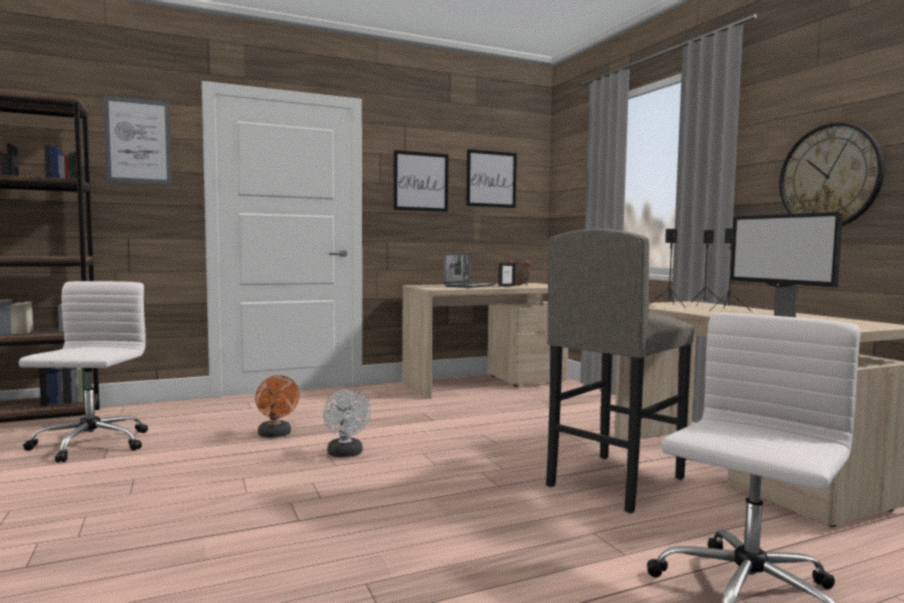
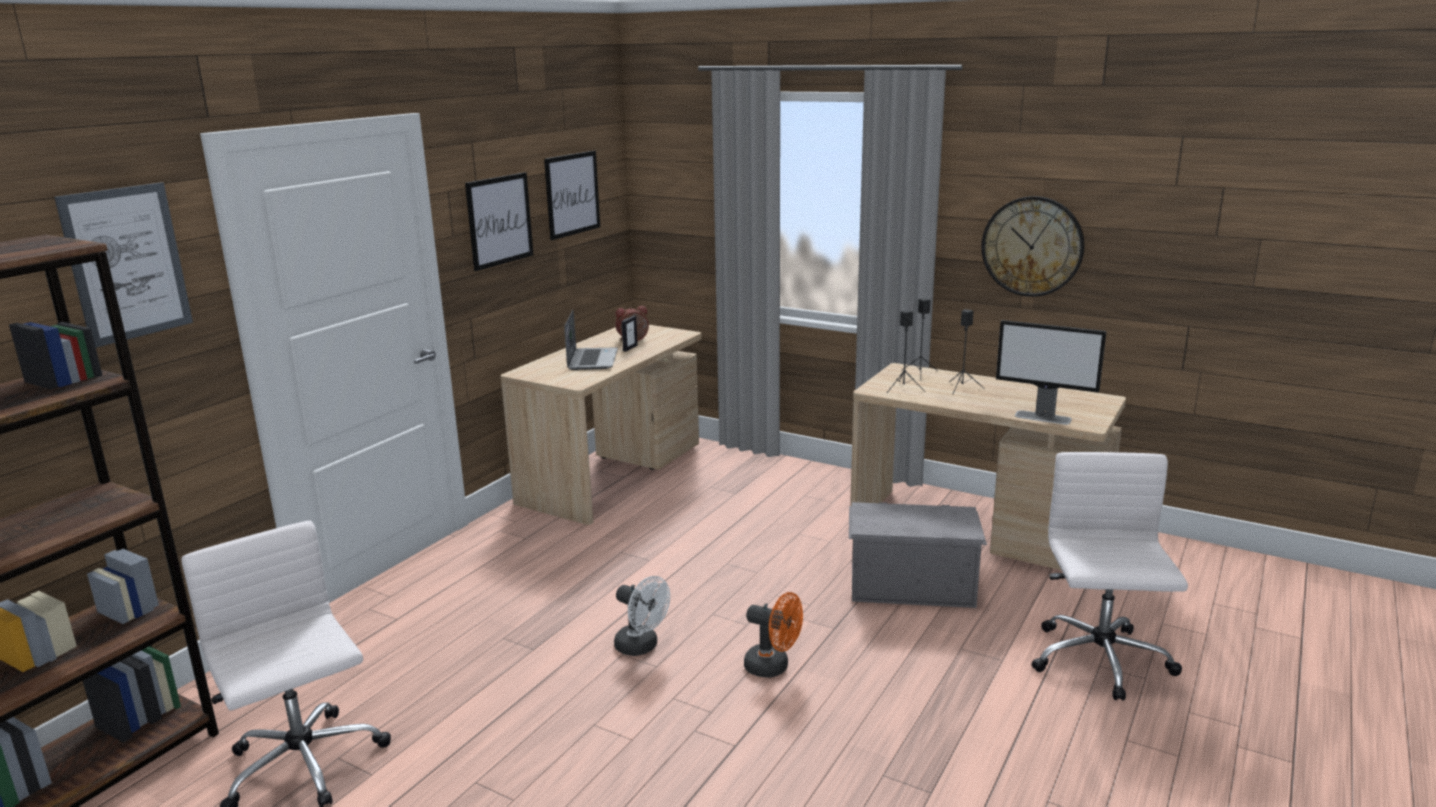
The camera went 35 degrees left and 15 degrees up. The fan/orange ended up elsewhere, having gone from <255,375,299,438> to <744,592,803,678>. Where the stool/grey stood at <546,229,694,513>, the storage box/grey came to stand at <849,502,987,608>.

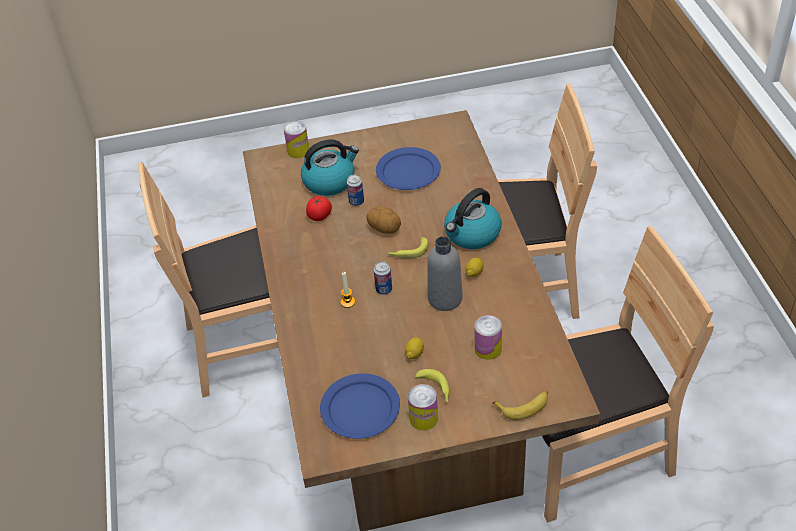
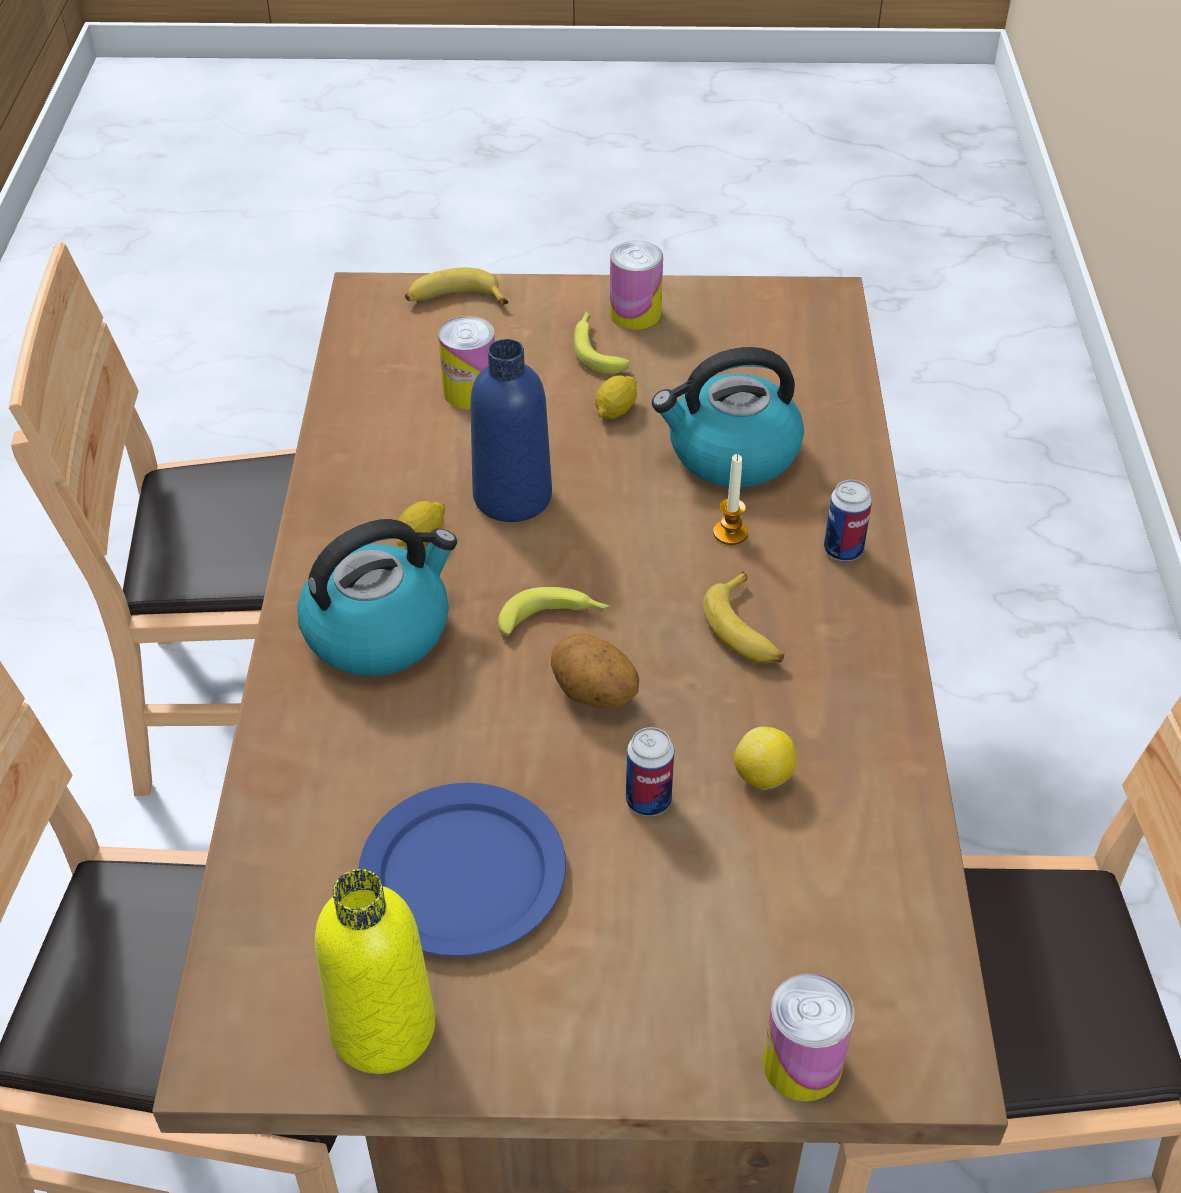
The camera went 170 degrees left and 0 degrees up. The second view gained the bottle/yellow at <315,869,435,1074>. What was the bottle/grey at <427,236,463,311> turned into the bottle/blue at <470,339,552,522>. The kettle ended up elsewhere, having gone from <301,139,359,196> to <652,347,804,487>. The second view gained the banana at <703,571,784,663>. Where the tomato stood at <306,196,332,221>, the lemon came to stand at <734,727,796,790>. The can ended up elsewhere, having gone from <374,261,392,295> to <824,480,872,561>. The second view lost the plate/blue at <320,373,400,439>.

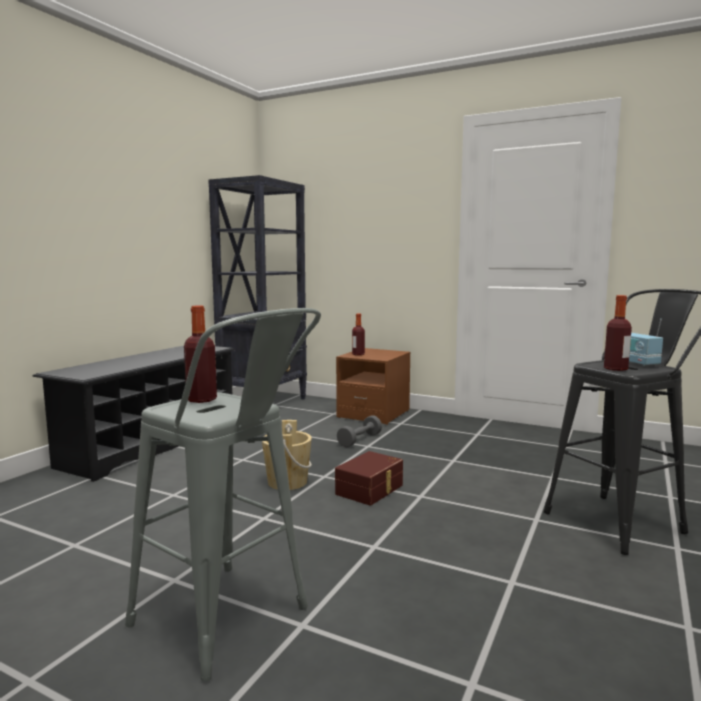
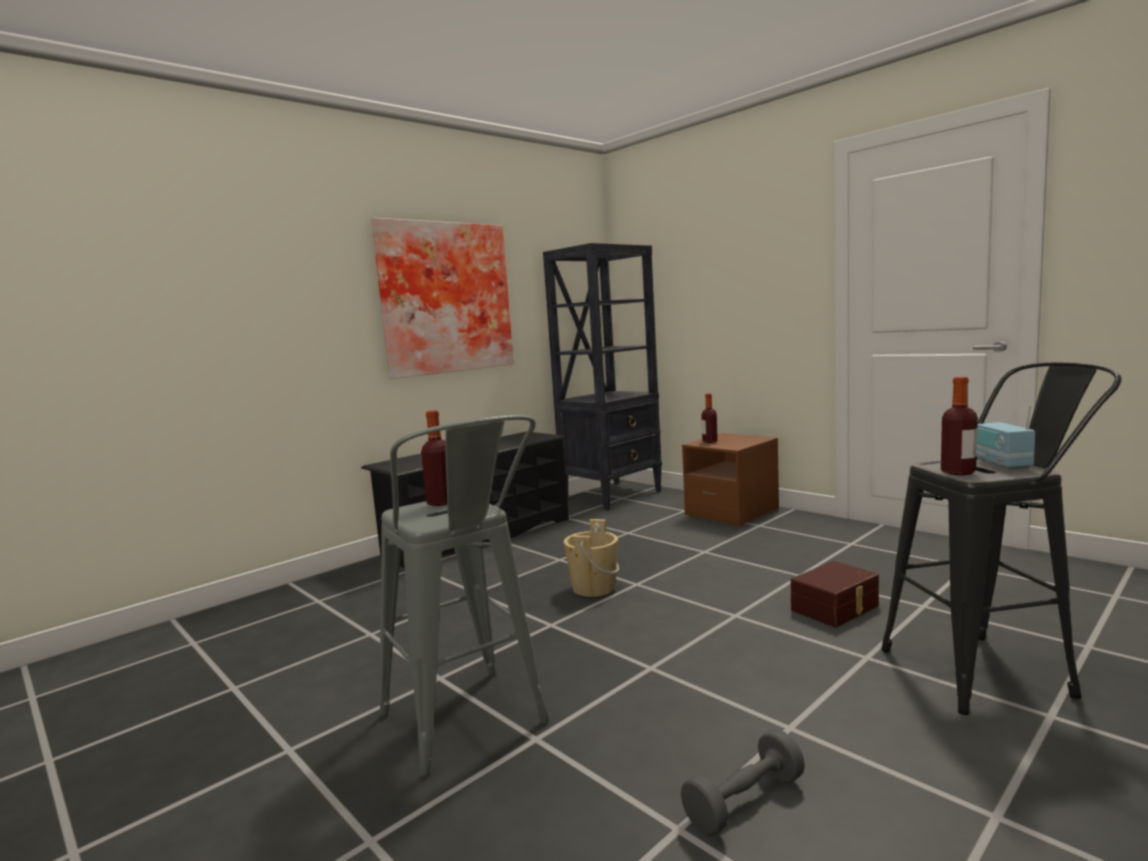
The camera went 20 degrees right and 0 degrees up. The second view gained the picture at <371,218,514,379>. The dumbbell/grey ended up elsewhere, having gone from <337,415,382,447> to <681,729,805,835>. The storage box/brown ended up elsewhere, having gone from <335,451,403,506> to <791,561,879,627>.

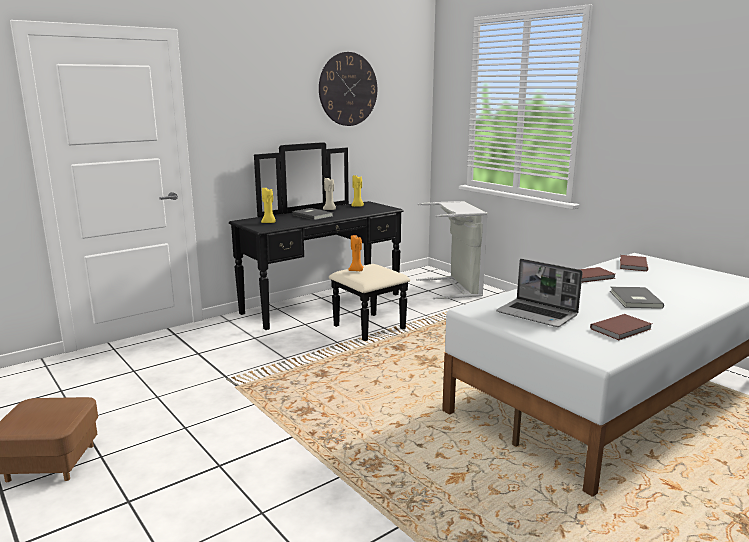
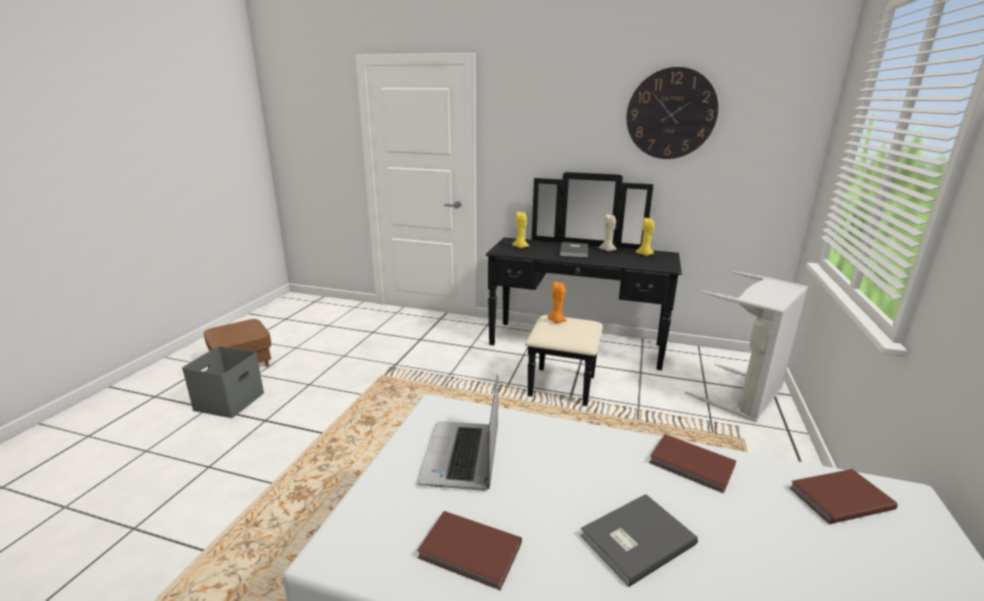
The camera went 55 degrees right and 5 degrees up. The second view gained the storage box/grey at <182,346,264,418>.

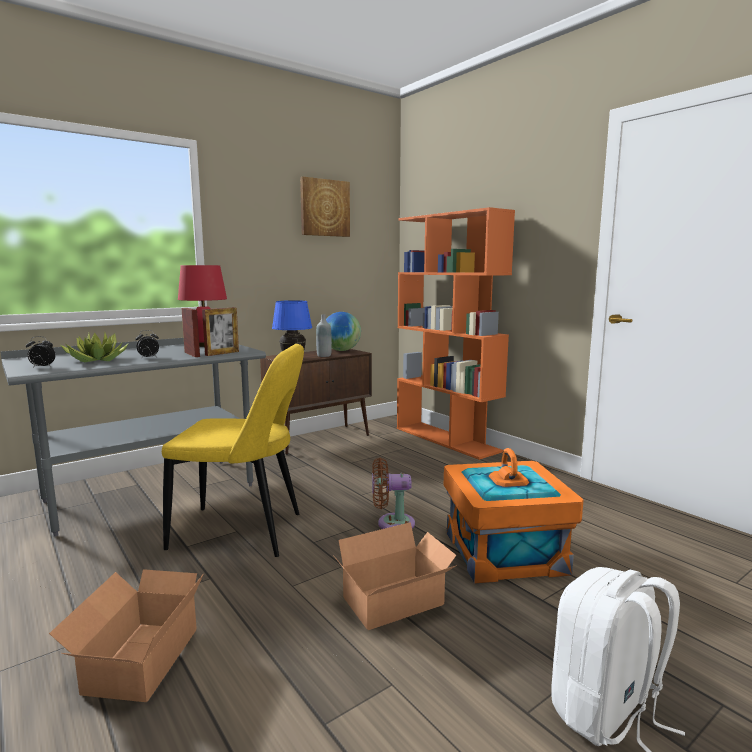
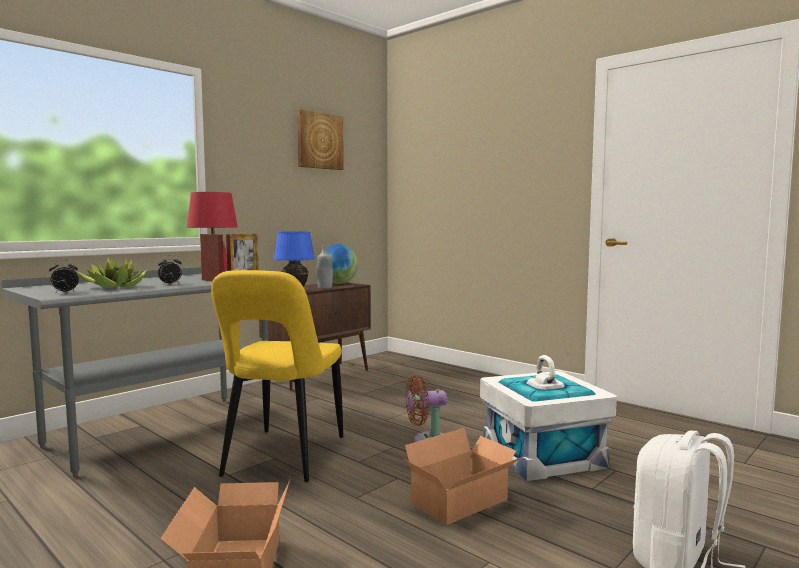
The camera went 10 degrees left and 5 degrees down. The chair/yellow at <162,344,304,557> ended up facing another way, 105 degrees clockwise from before. What was the storage box/orange at <444,448,584,583> turned into the storage box/white at <480,355,617,481>. The second view lost the bookcase/orange at <397,207,515,460>.

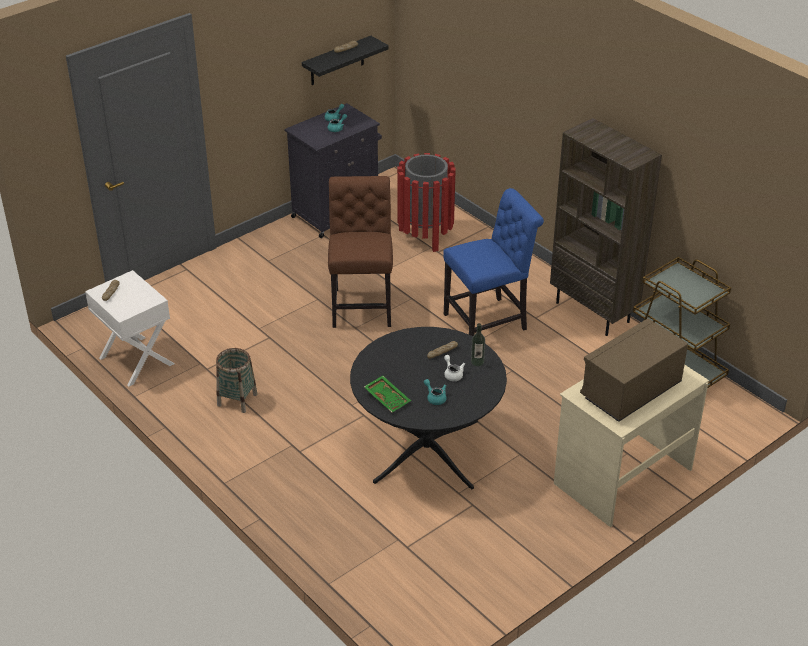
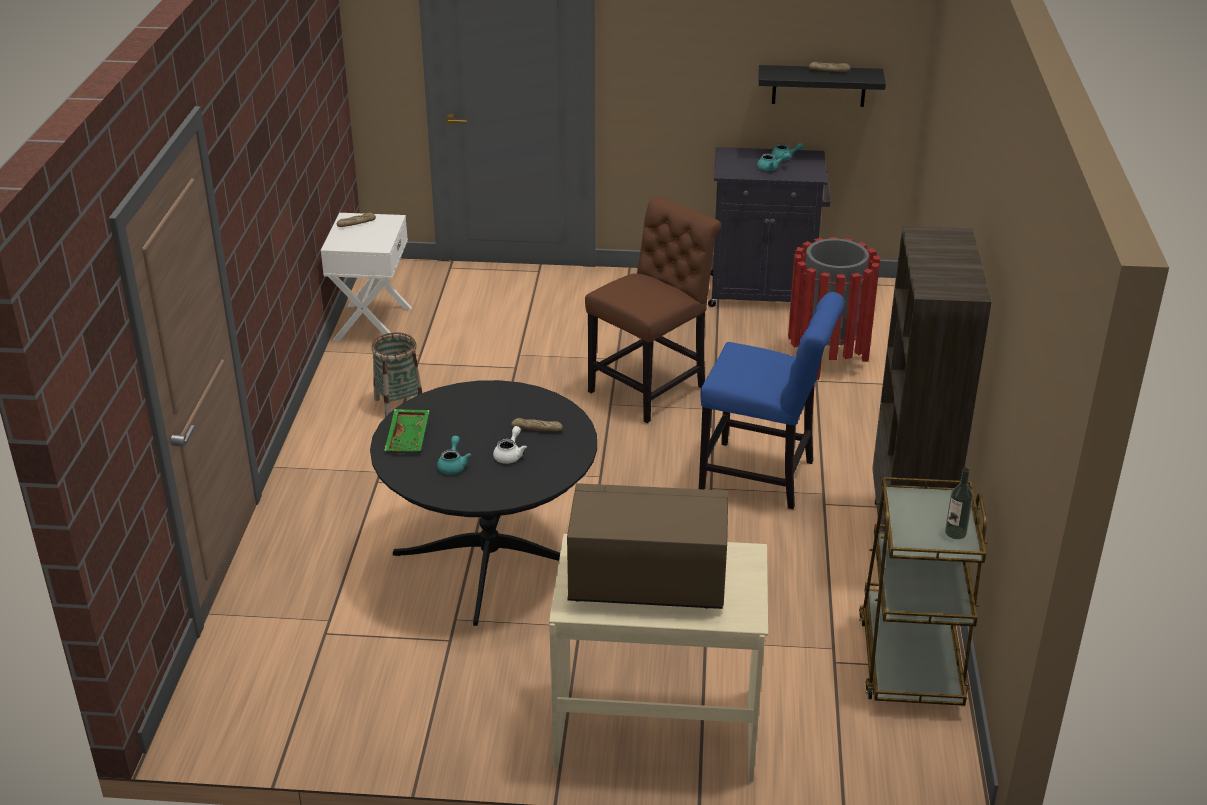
The camera went 45 degrees right and 5 degrees down. The bottle ended up elsewhere, having gone from <471,323,485,366> to <945,468,973,539>.

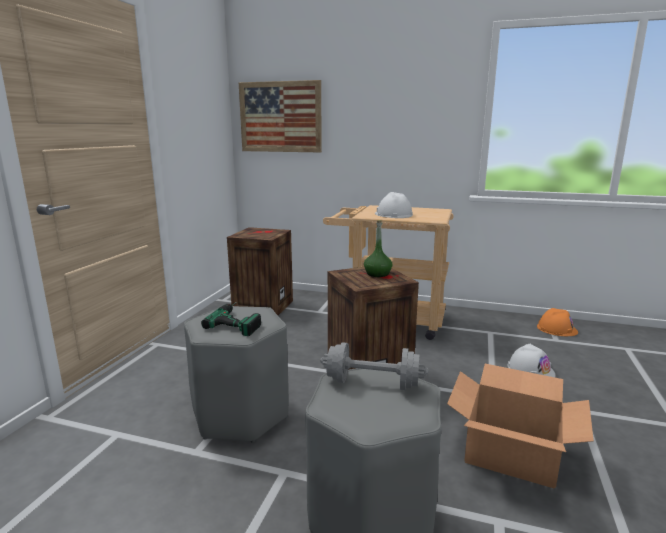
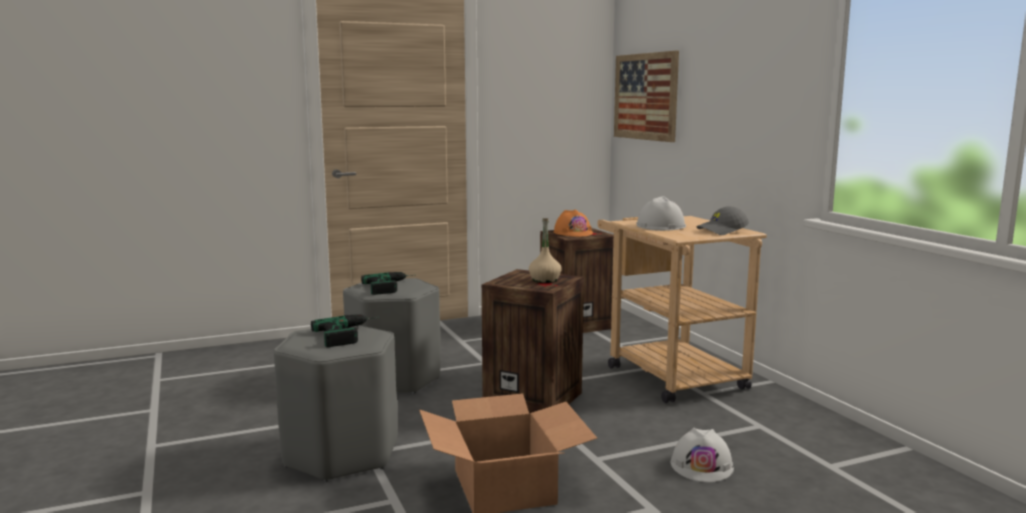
The camera went 50 degrees right and 5 degrees down. Where the dumbbell/grey stood at <320,342,429,390>, the power drill came to stand at <311,314,379,347>. What was the bottle/green at <364,221,393,277> turned into the bottle/beige at <529,218,562,283>. The hard hat/orange ended up elsewhere, having gone from <537,308,578,336> to <554,209,593,237>. The second view gained the cap/grey at <696,206,749,235>.

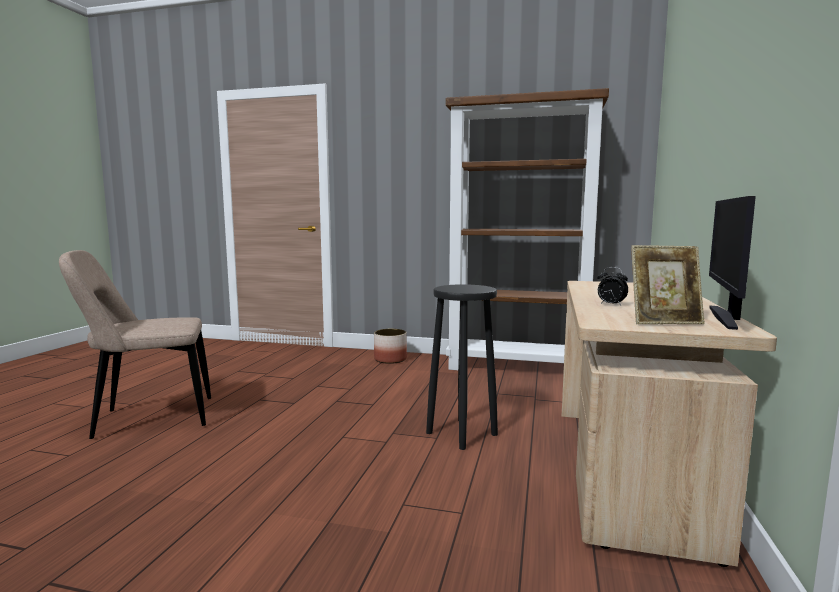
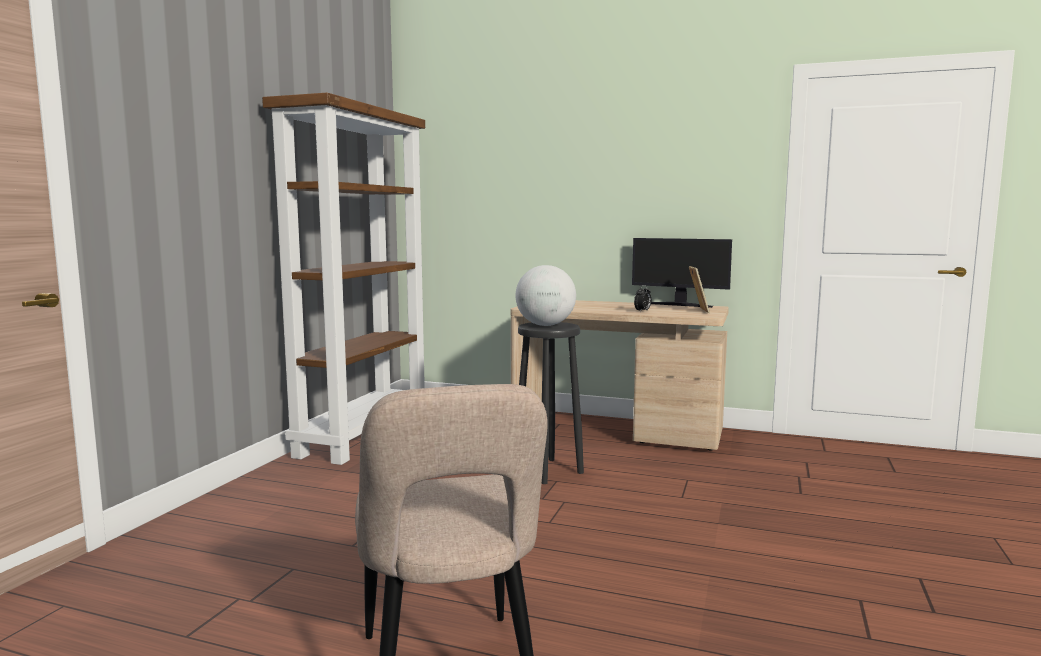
The camera went 85 degrees left and 0 degrees up. The second view gained the globe at <516,265,576,326>. The second view lost the planter at <374,329,407,364>.

